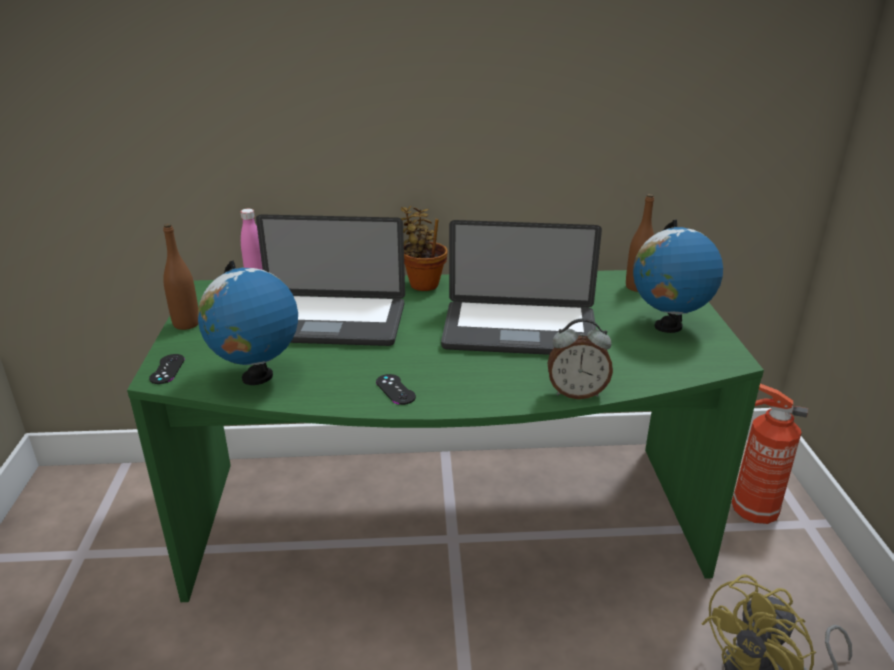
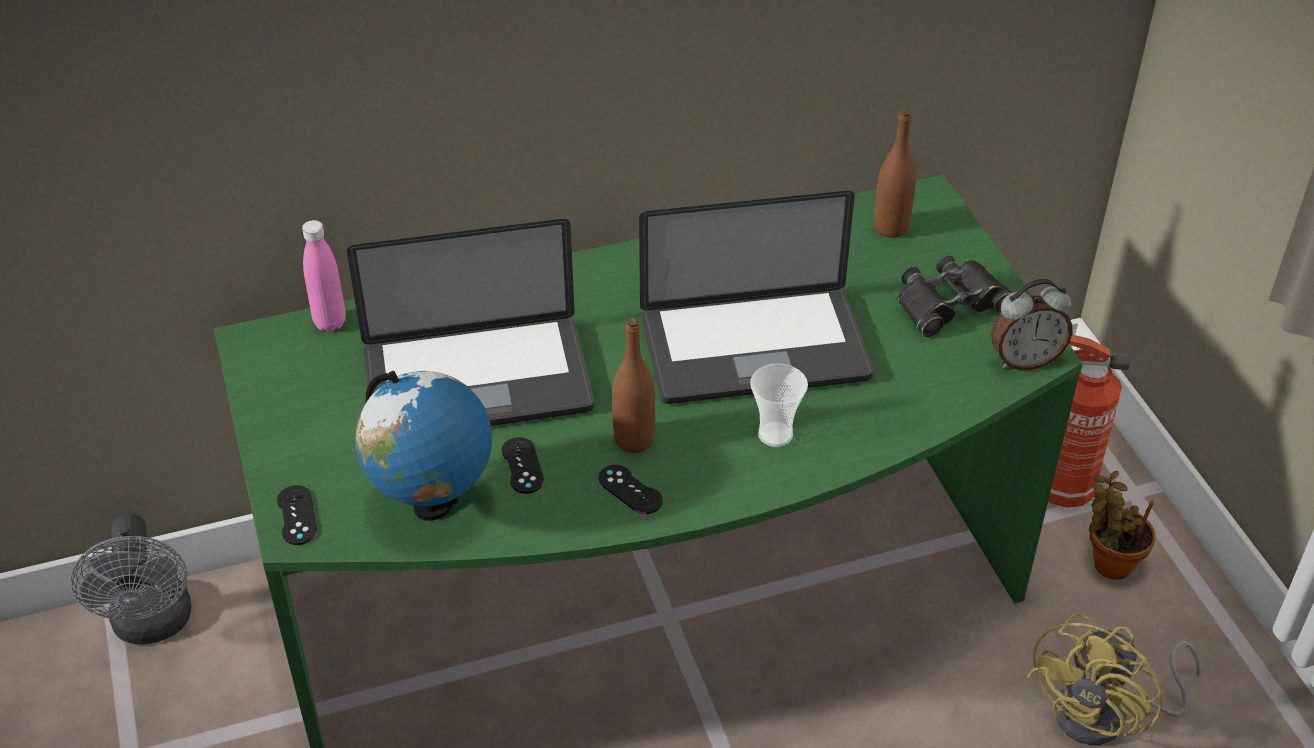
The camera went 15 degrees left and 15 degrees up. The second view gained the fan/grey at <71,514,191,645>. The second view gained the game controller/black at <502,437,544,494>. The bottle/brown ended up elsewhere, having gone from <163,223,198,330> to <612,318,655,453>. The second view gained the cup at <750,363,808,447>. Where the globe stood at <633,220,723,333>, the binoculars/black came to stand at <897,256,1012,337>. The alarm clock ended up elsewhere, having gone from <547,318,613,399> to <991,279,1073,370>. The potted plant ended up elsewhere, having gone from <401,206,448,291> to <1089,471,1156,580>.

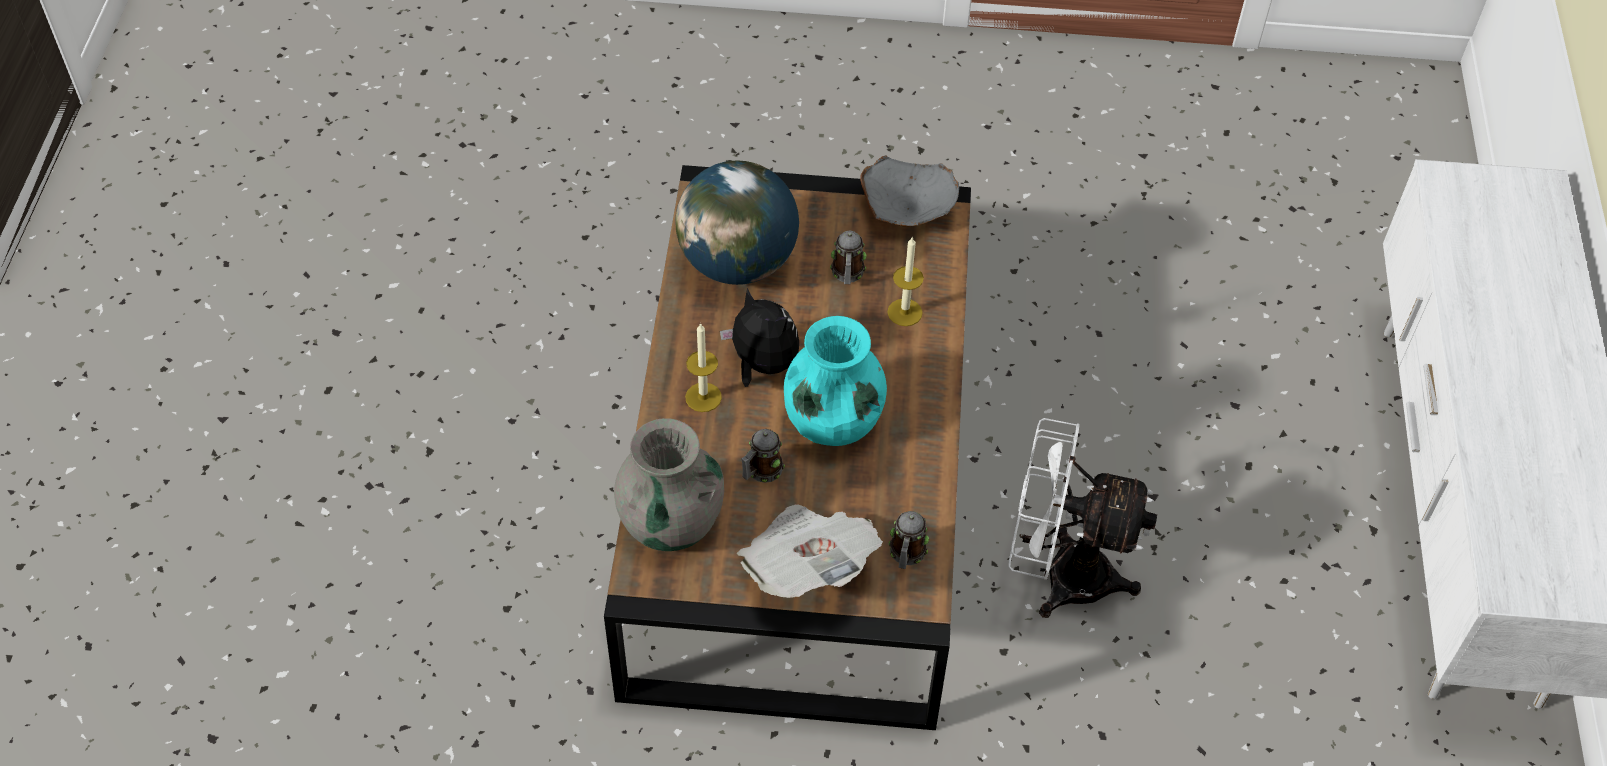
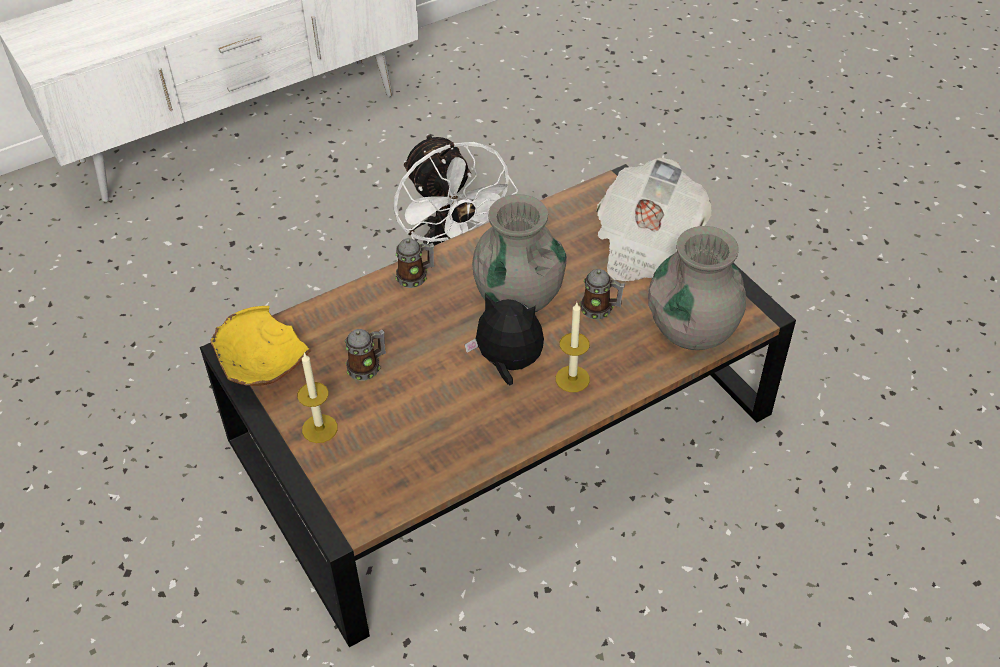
The camera went 125 degrees left and 5 degrees down. What was the bowl/grey at <860,155,959,227> turned into the bowl/yellow at <211,306,311,386>. The candle ended up elsewhere, having gone from <887,236,924,326> to <297,352,338,443>. The mug ended up elsewhere, having gone from <888,511,929,569> to <395,238,434,288>. The plush toy at <720,288,799,387> ended up facing another way, 105 degrees clockwise from before. What was the vase/turquoise at <784,316,887,446> turned into the vase/grey at <472,194,567,312>. The second view lost the globe at <675,161,799,285>.

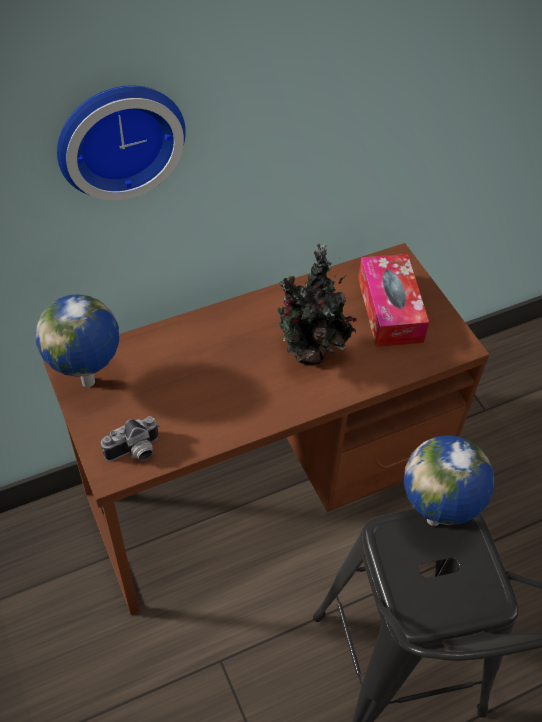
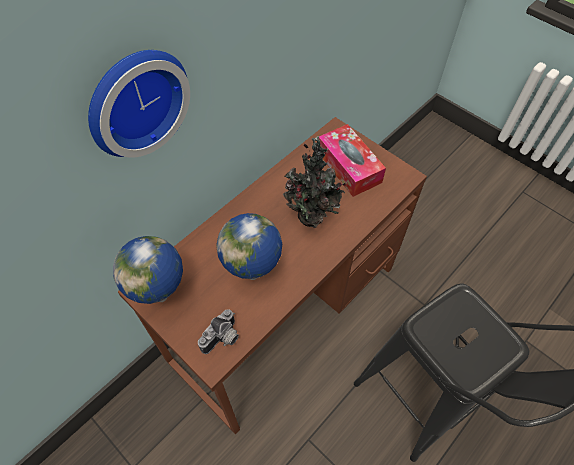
The camera went 20 degrees left and 5 degrees up. The globe ended up elsewhere, having gone from <404,435,494,526> to <216,213,282,280>.

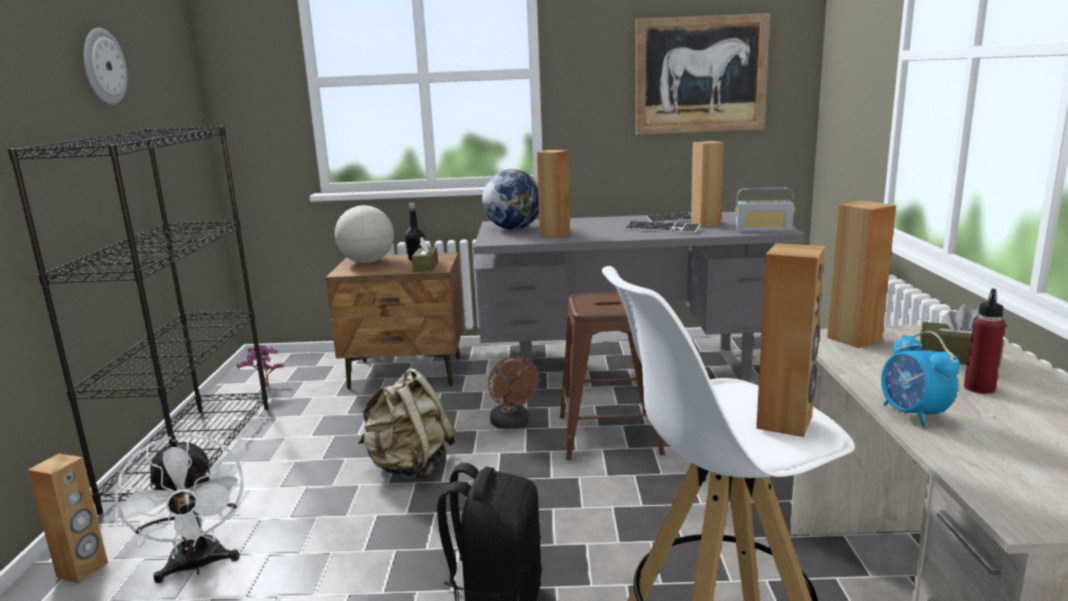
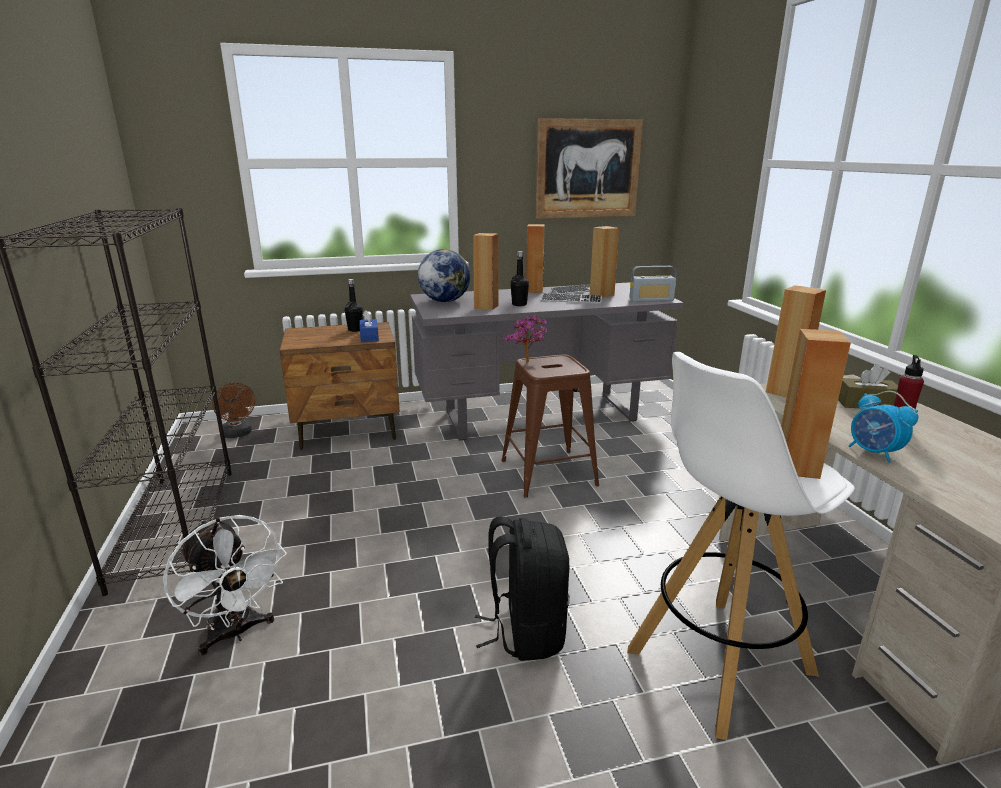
The camera went 15 degrees left and 5 degrees up. The fan/brown ended up elsewhere, having gone from <488,356,539,429> to <212,382,255,438>. What was the tissue box/brown at <412,237,438,272> turned into the tissue box/blue at <360,310,379,342>. The potted plant ended up elsewhere, having gone from <237,345,284,388> to <503,315,547,362>. The second view gained the bottle/black at <511,251,529,306>. The speaker/brown ended up elsewhere, having gone from <28,454,108,583> to <526,224,545,293>. The second view lost the wall clock at <84,28,128,105>. The second view lost the globe at <335,205,394,263>. The second view lost the backpack/beige at <358,368,456,481>.

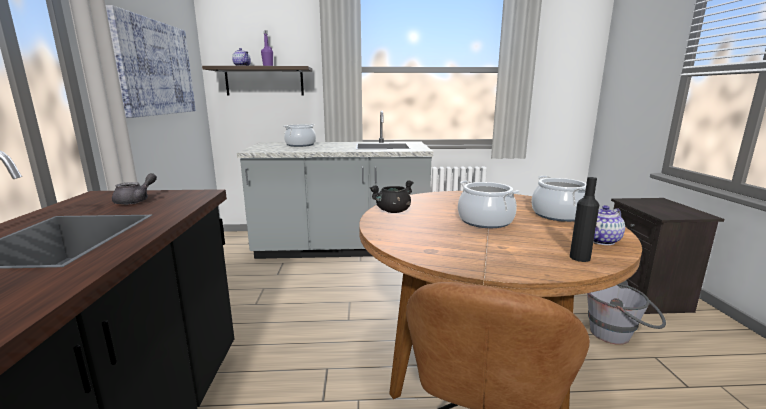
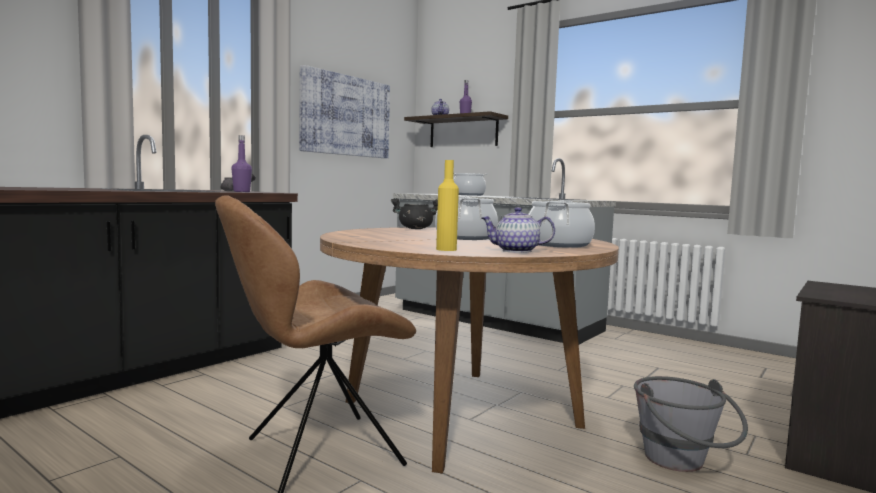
The camera went 40 degrees right and 10 degrees down. The second view gained the bottle/purple at <232,135,252,192>. What was the bottle/black at <570,177,599,262> turned into the bottle/yellow at <436,160,459,251>.

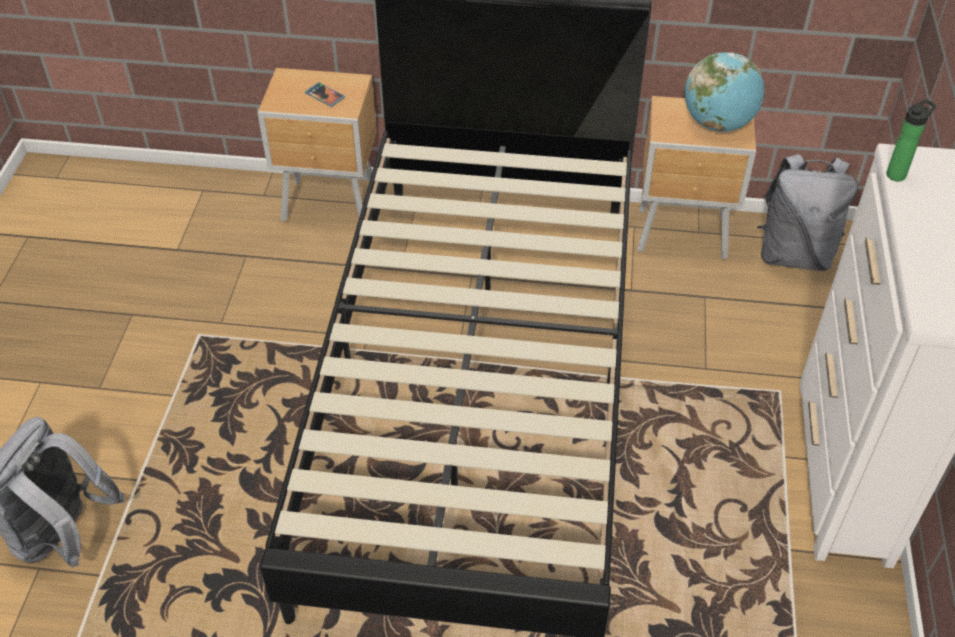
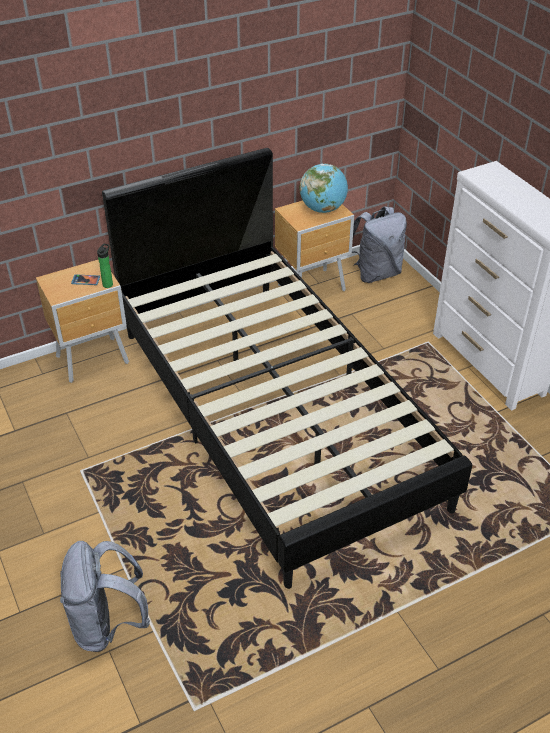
The camera went 35 degrees left and 5 degrees down. The bottle ended up elsewhere, having gone from <886,99,936,181> to <97,244,113,288>.

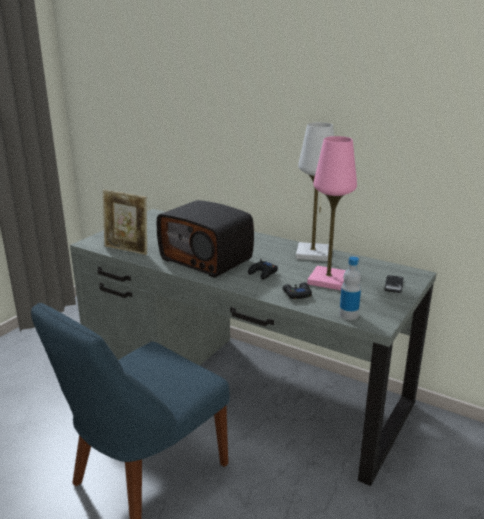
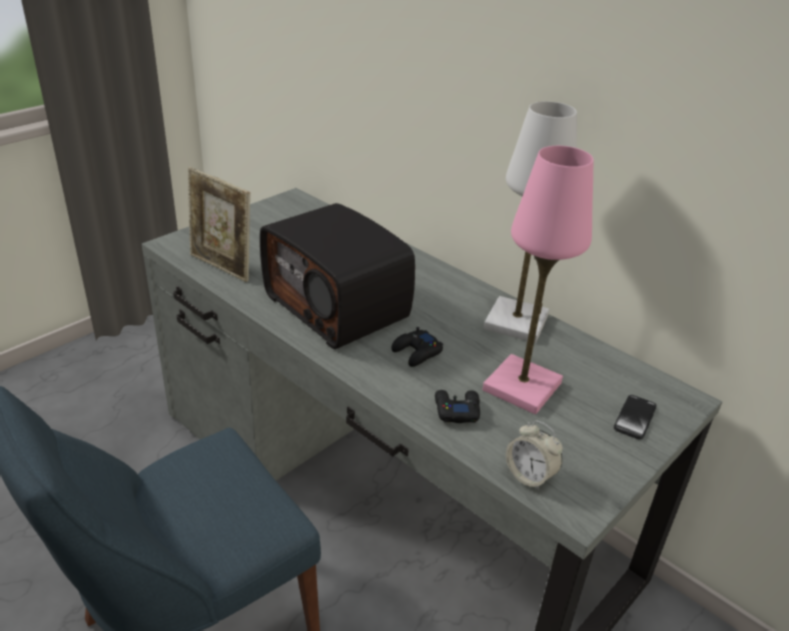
The camera went 10 degrees right and 10 degrees up. Where the bottle stood at <339,257,361,320>, the alarm clock came to stand at <506,420,563,491>.

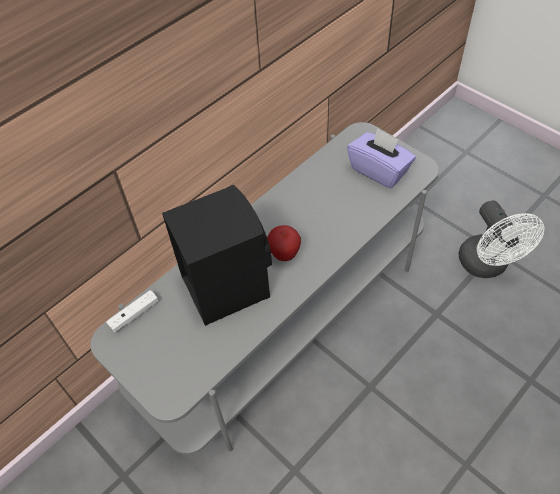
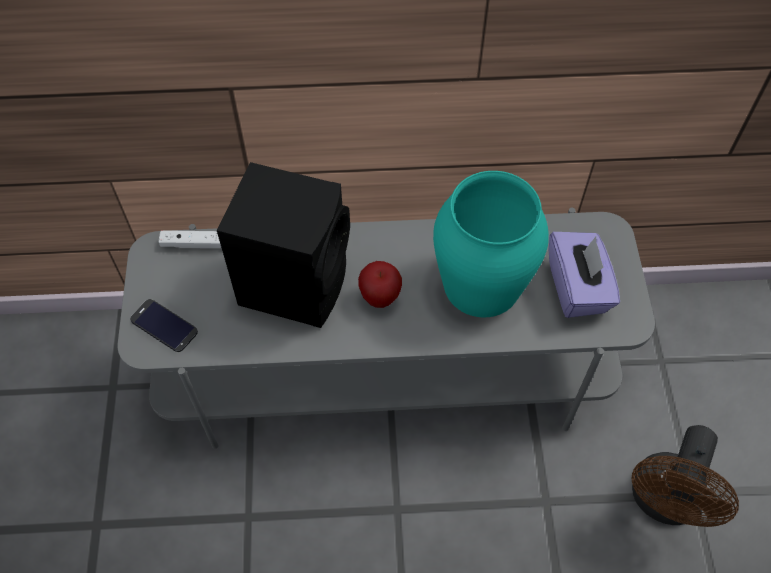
The camera went 40 degrees right and 5 degrees up. The second view gained the phone at <130,299,198,352>. The second view gained the vase/turquoise at <433,171,549,317>. What was the fan/white at <459,200,544,278> turned into the fan/brown at <632,425,739,527>.

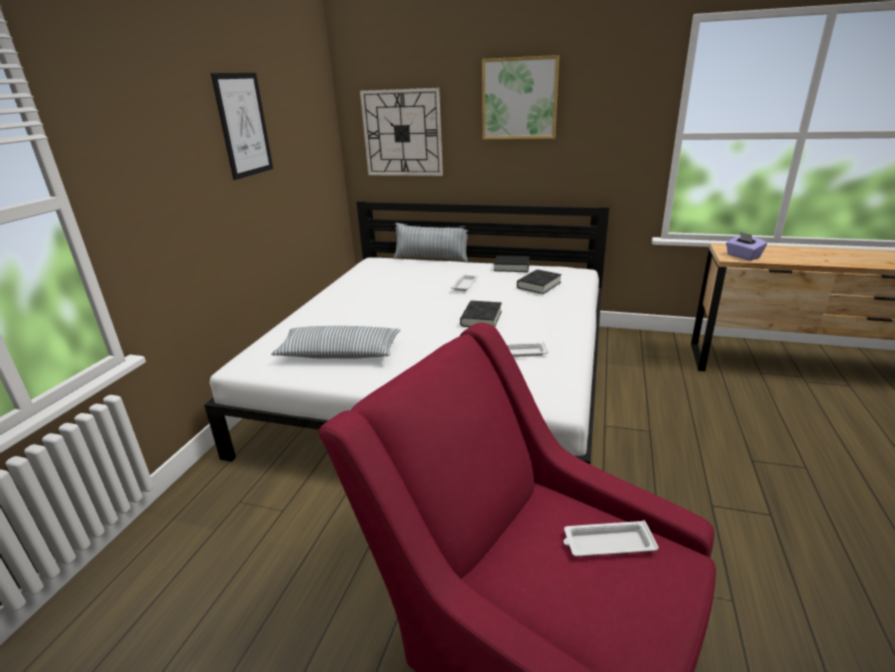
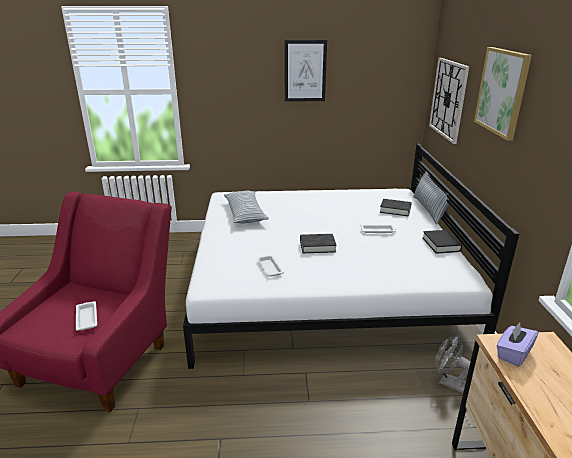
The camera went 70 degrees right and 0 degrees up. The book/black ended up elsewhere, having gone from <517,269,562,294> to <380,199,412,217>. The second view gained the fan/grey at <435,335,471,393>.

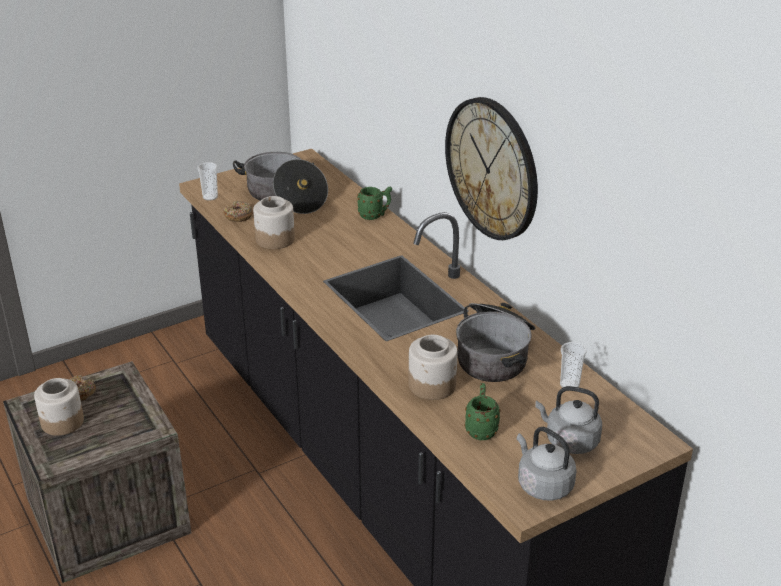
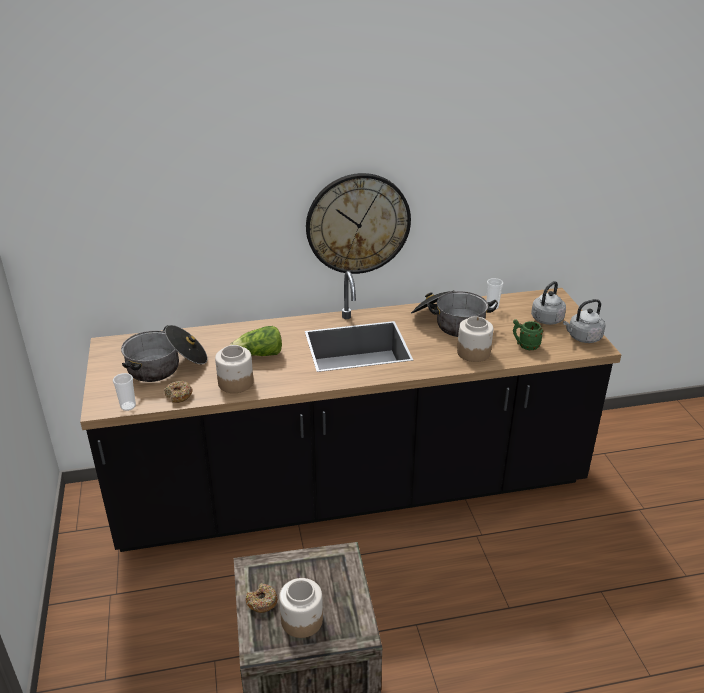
The camera went 70 degrees left and 0 degrees up. The second view gained the lettuce at <230,326,282,356>. The second view lost the mug/green at <357,187,392,220>.

